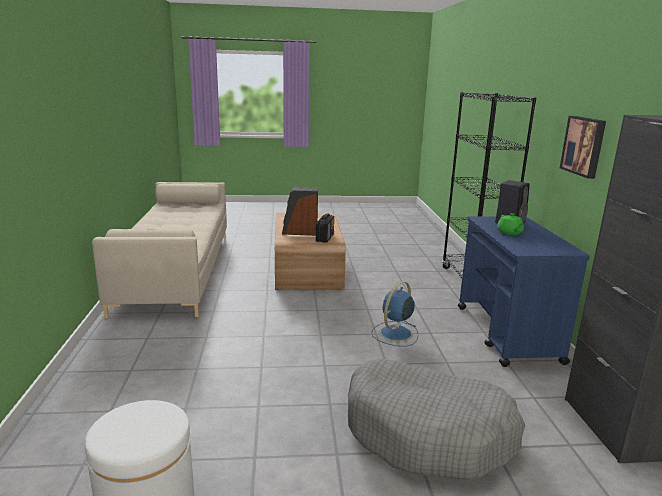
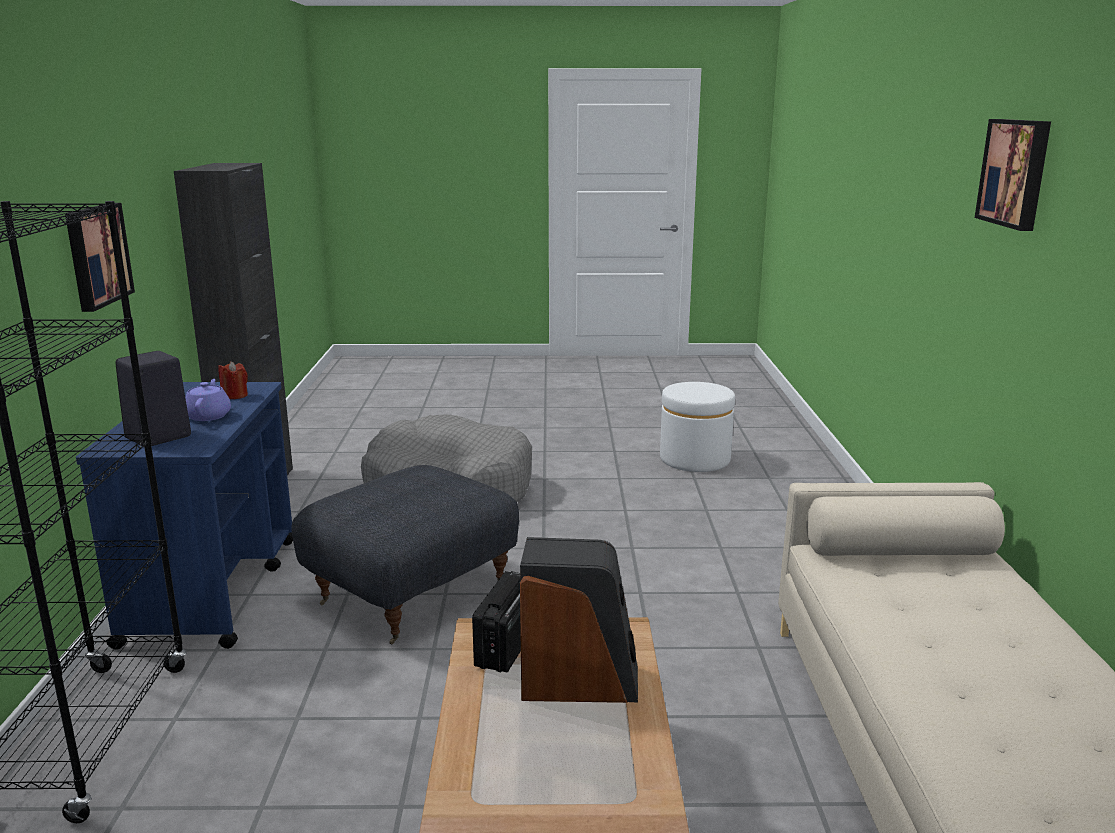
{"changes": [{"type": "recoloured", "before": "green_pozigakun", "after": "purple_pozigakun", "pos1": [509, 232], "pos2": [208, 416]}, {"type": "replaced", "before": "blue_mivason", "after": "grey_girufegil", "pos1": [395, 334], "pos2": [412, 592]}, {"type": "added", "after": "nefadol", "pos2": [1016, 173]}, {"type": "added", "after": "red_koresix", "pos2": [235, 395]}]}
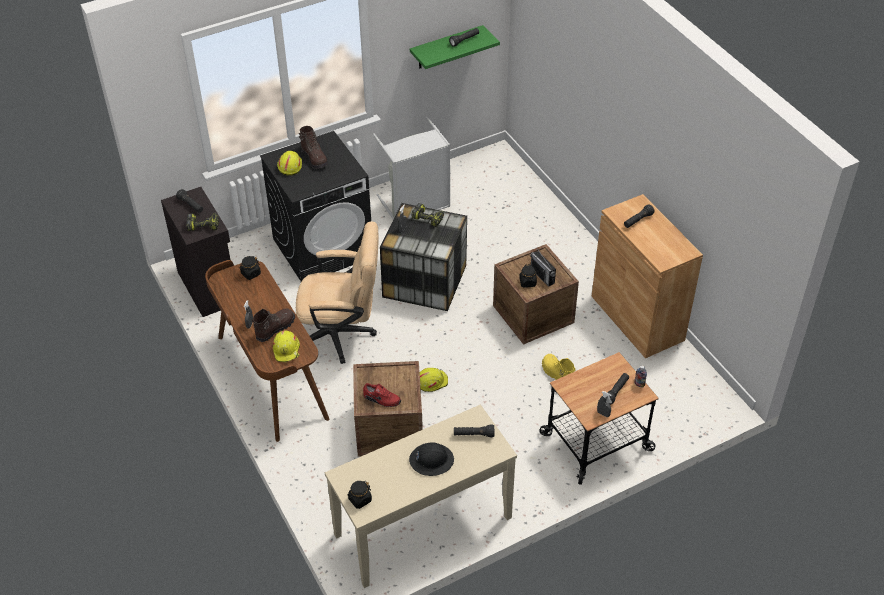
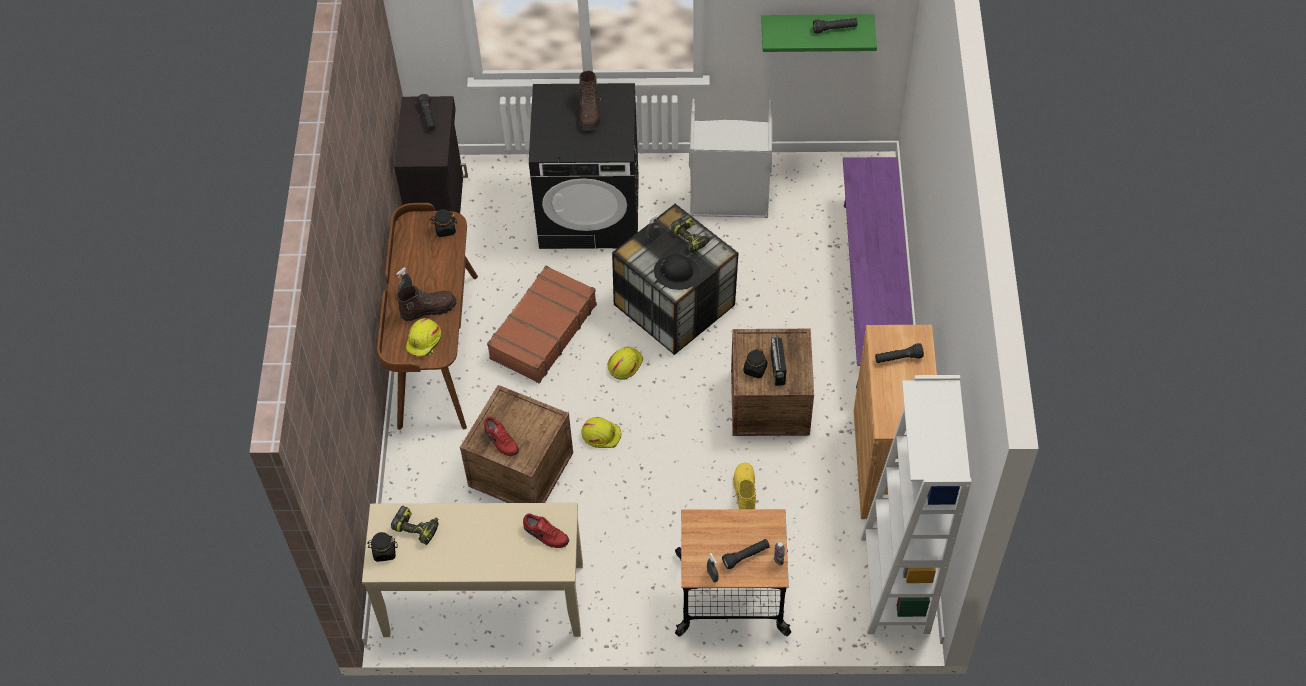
{"changes": [{"type": "moved", "before": "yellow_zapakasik", "pos1": [289, 166], "pos2": [624, 364]}, {"type": "moved", "before": "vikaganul", "pos1": [204, 225], "pos2": [417, 528]}, {"type": "replaced", "before": "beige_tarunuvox", "after": "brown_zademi", "pos1": [342, 334], "pos2": [542, 331]}, {"type": "replaced", "before": "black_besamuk", "after": "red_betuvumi", "pos1": [473, 435], "pos2": [545, 535]}, {"type": "moved", "before": "black_zapakasik", "pos1": [431, 460], "pos2": [676, 273]}, {"type": "added", "after": "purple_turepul", "pos2": [872, 294]}, {"type": "added", "after": "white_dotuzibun", "pos2": [895, 584]}]}
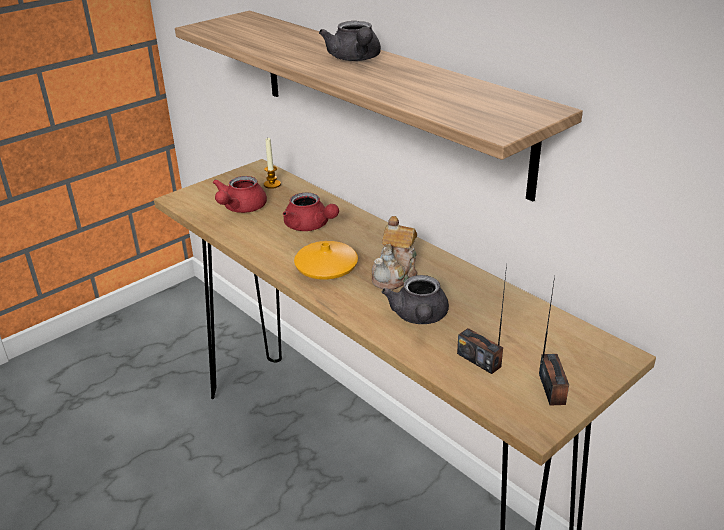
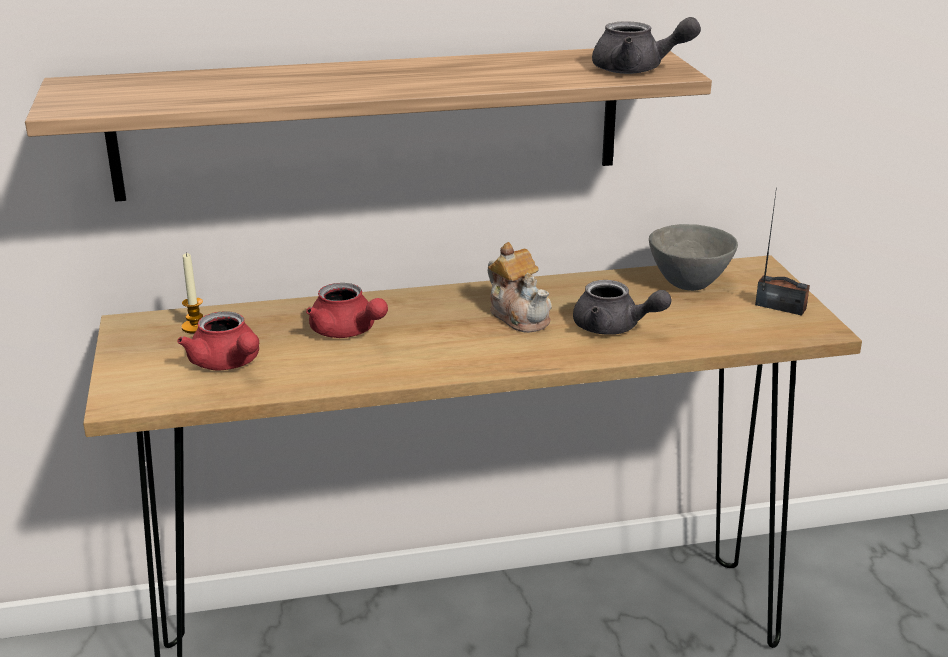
{"changes": [{"type": "moved", "before": "grey_pozigakun", "pos1": [355, 59], "pos2": [637, 70]}, {"type": "turned", "before": "red_pozigakun", "pos1": [310, 226], "pos2": [347, 332], "turn": 60}, {"type": "removed", "before": "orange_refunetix", "pos1": [326, 268]}, {"type": "removed", "before": "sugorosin", "pos1": [479, 360]}, {"type": "added", "after": "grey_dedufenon", "pos2": [688, 285]}]}
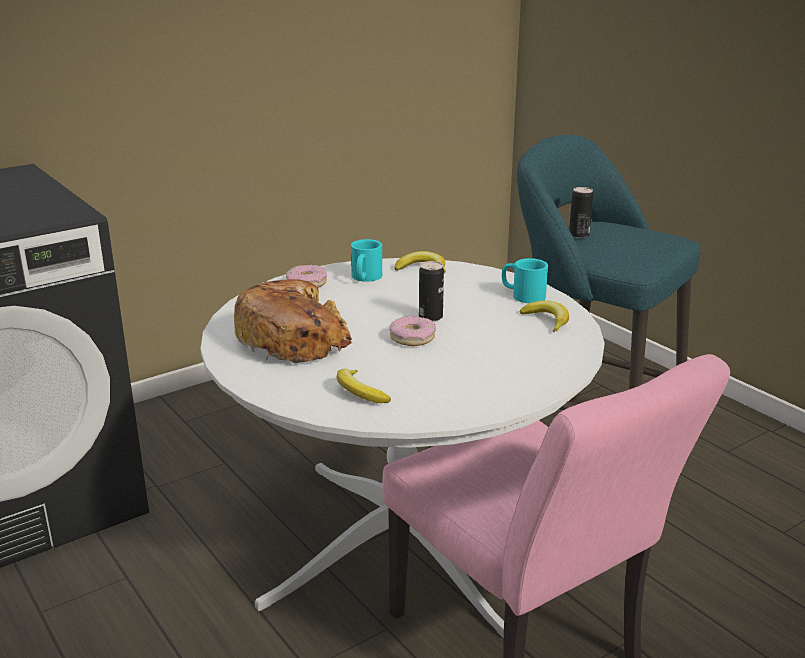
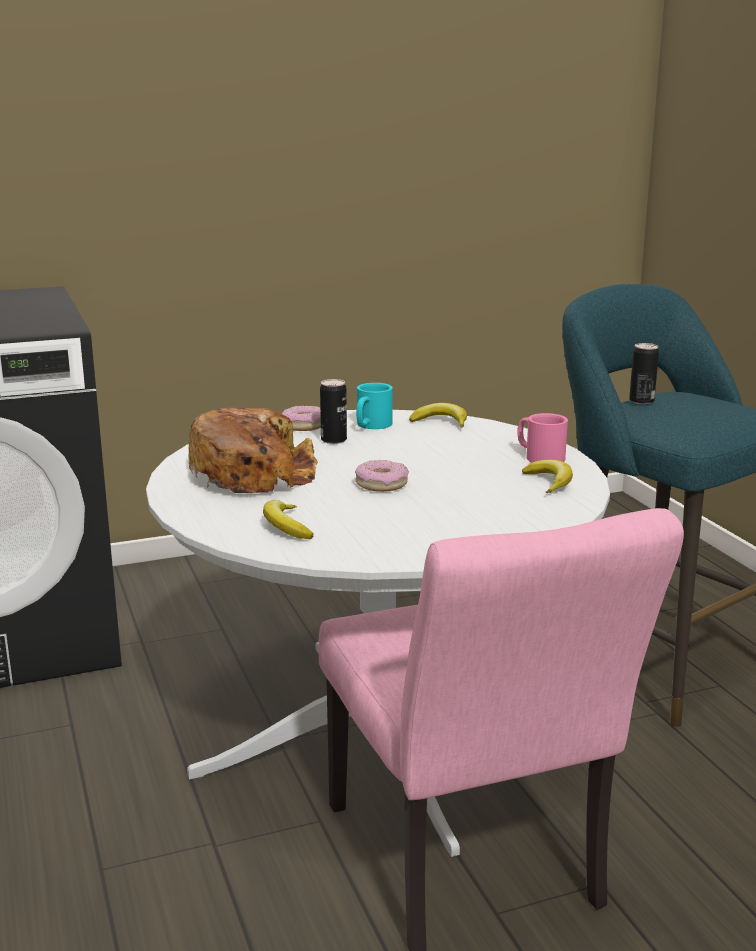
{"changes": [{"type": "recoloured", "before": "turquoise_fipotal", "after": "pink_fipotal", "pos1": [522, 295], "pos2": [538, 456]}, {"type": "moved", "before": "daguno", "pos1": [430, 317], "pos2": [333, 440]}]}
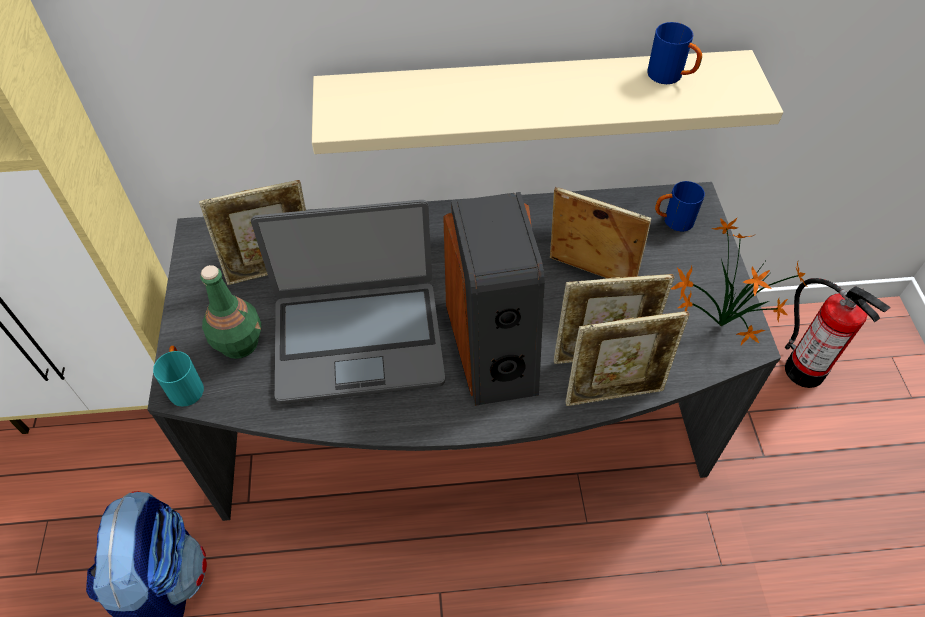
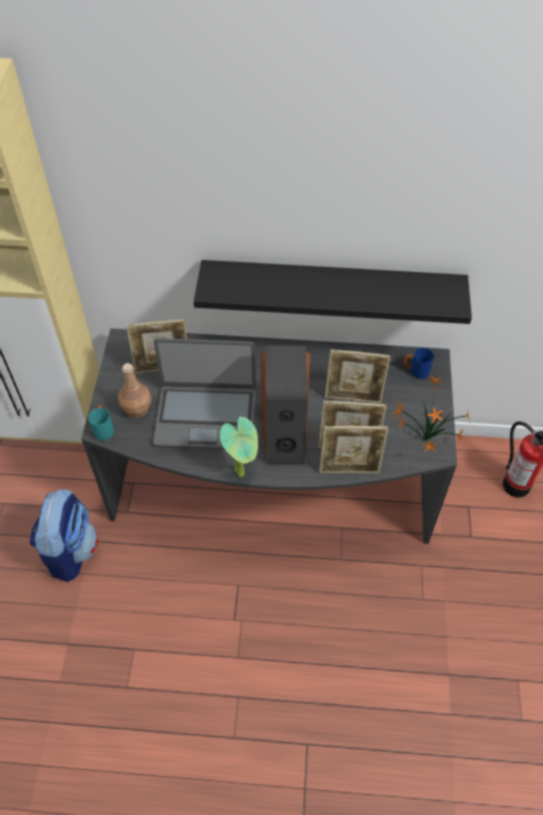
{"changes": [{"type": "removed", "before": "blue_fipotal", "pos1": [670, 77]}, {"type": "recoloured", "before": "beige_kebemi", "after": "black_kebemi", "pos1": [532, 99], "pos2": [331, 286]}, {"type": "turned", "before": "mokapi", "pos1": [589, 274], "pos2": [353, 397], "turn": 150}, {"type": "recoloured", "before": "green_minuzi", "after": "brown_minuzi", "pos1": [239, 342], "pos2": [137, 408]}, {"type": "added", "after": "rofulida", "pos2": [242, 472]}]}
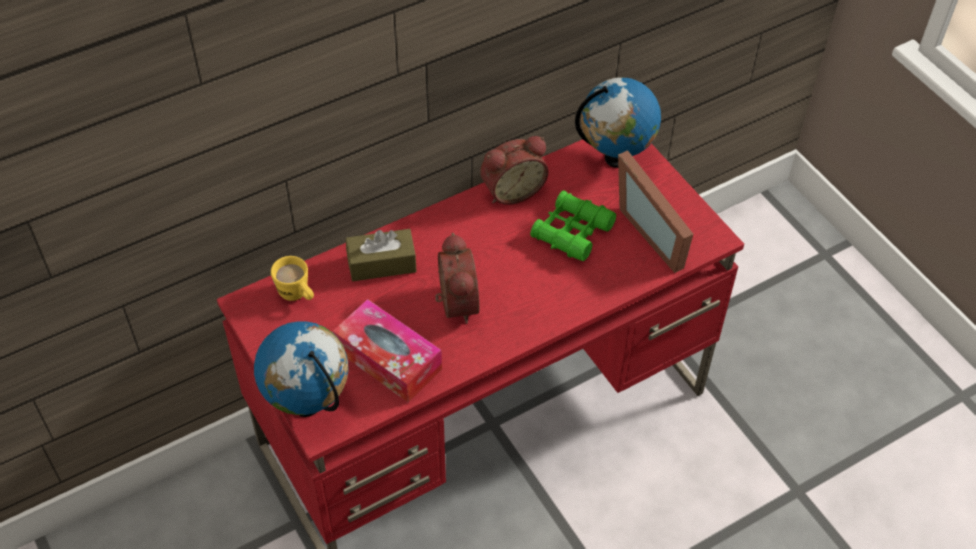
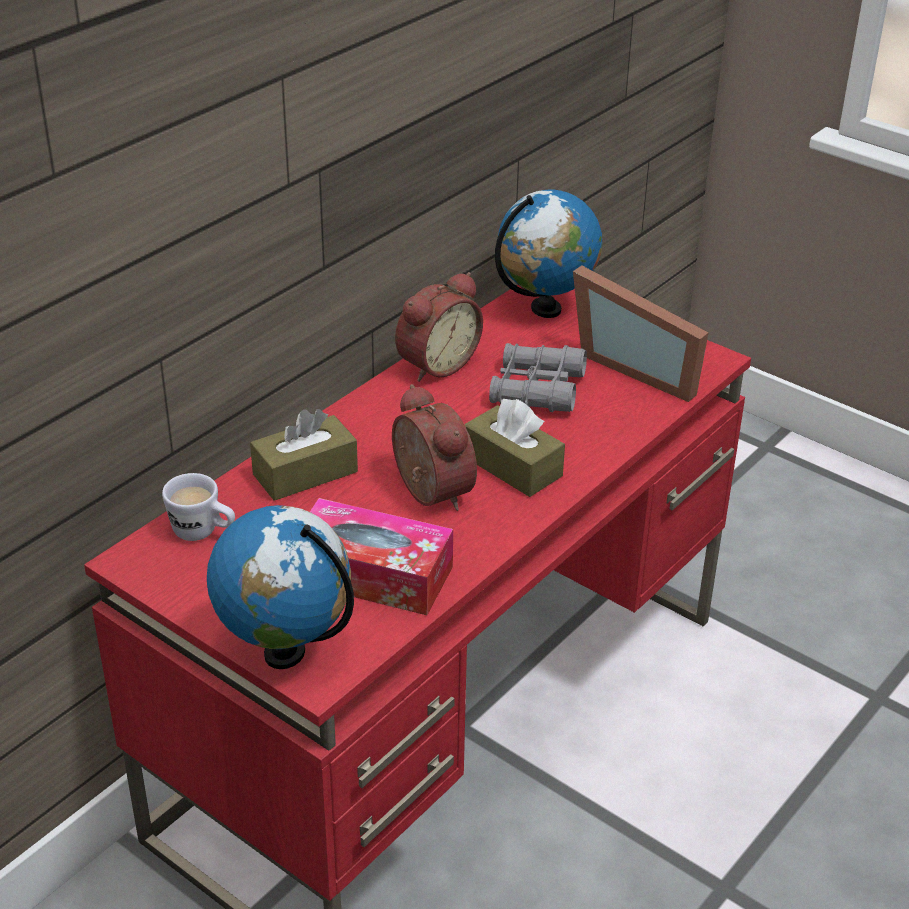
{"changes": [{"type": "recoloured", "before": "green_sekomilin", "after": "grey_sekomilin", "pos1": [572, 232], "pos2": [537, 389]}, {"type": "recoloured", "before": "yellow_fipotal", "after": "white_fipotal", "pos1": [297, 295], "pos2": [203, 533]}, {"type": "added", "after": "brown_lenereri", "pos2": [512, 466]}]}
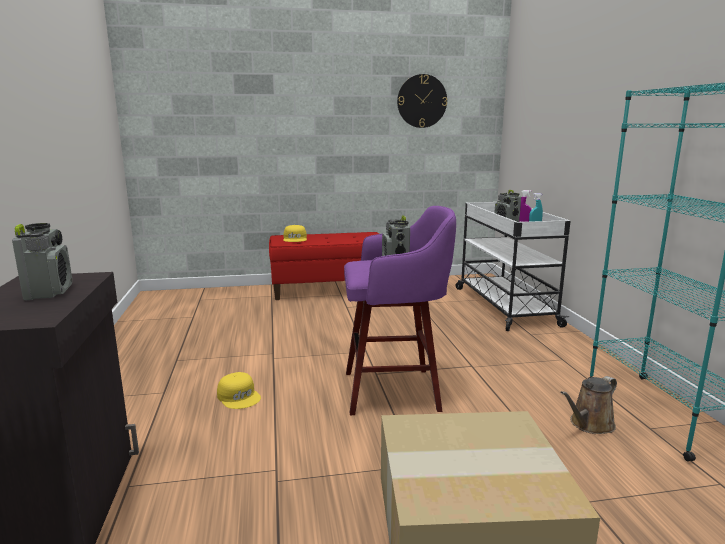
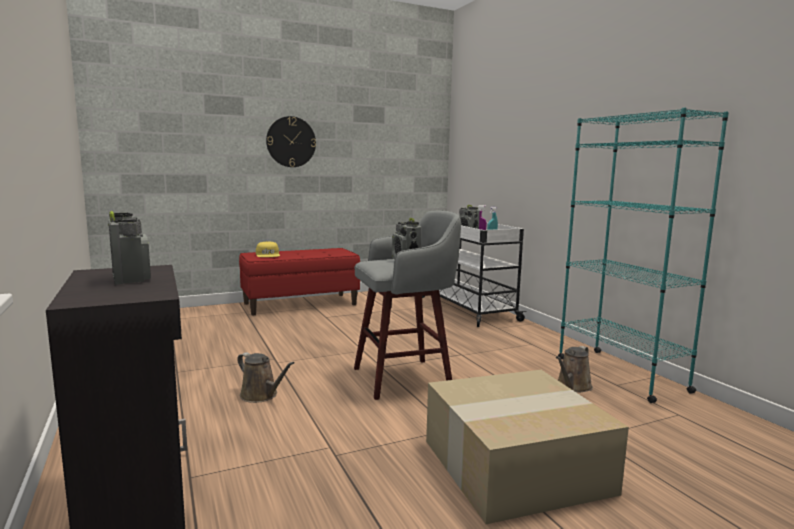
{"changes": [{"type": "moved", "before": "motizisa", "pos1": [422, 101], "pos2": [291, 142]}, {"type": "recoloured", "before": "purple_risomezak", "after": "grey_risomezak", "pos1": [395, 391], "pos2": [405, 378]}, {"type": "replaced", "before": "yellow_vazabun", "after": "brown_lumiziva", "pos1": [239, 396], "pos2": [261, 395]}]}
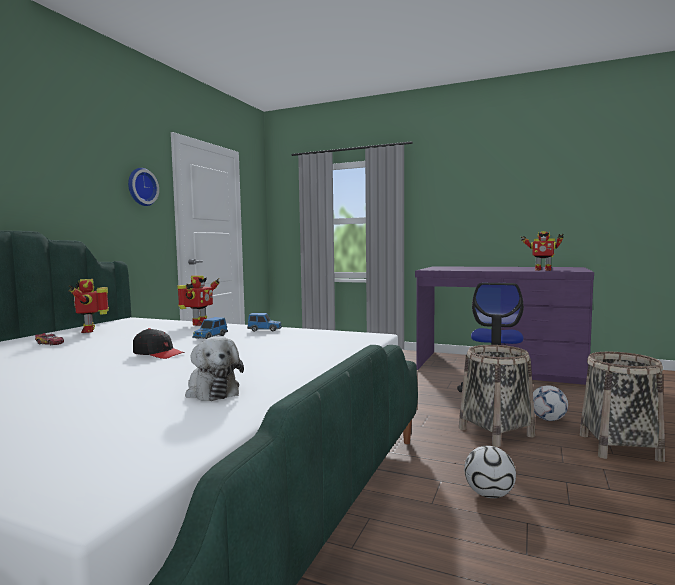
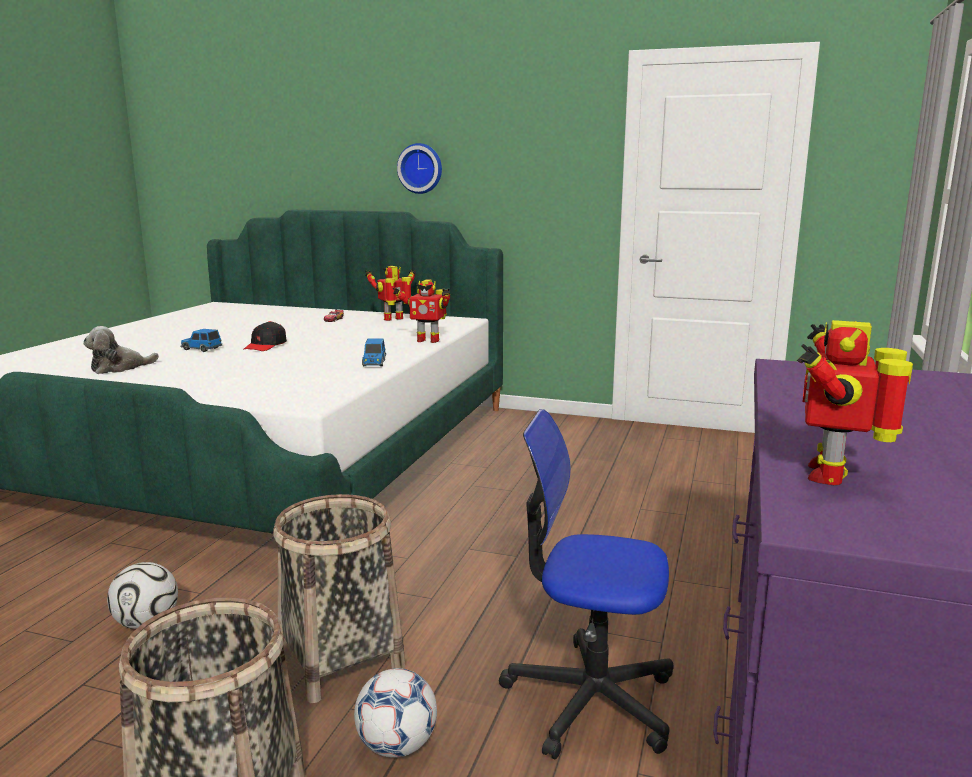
{"changes": [{"type": "moved", "before": "motizisa", "pos1": [141, 187], "pos2": [421, 168]}, {"type": "moved", "before": "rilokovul", "pos1": [210, 337], "pos2": [201, 349]}]}
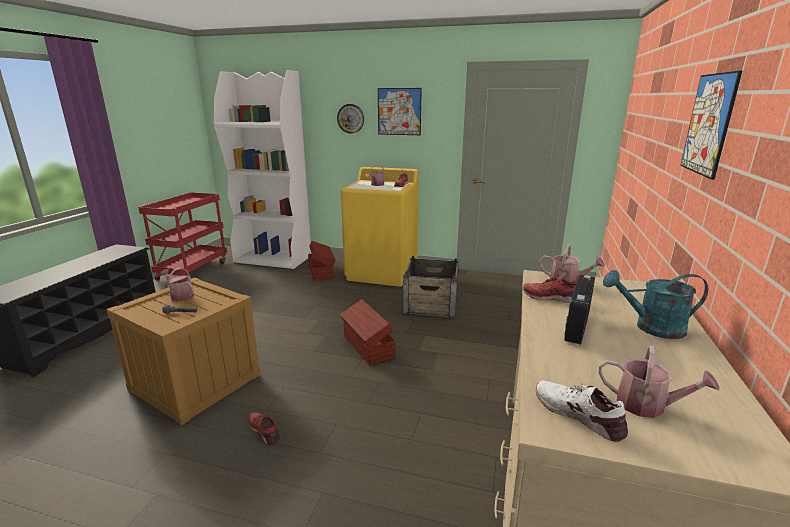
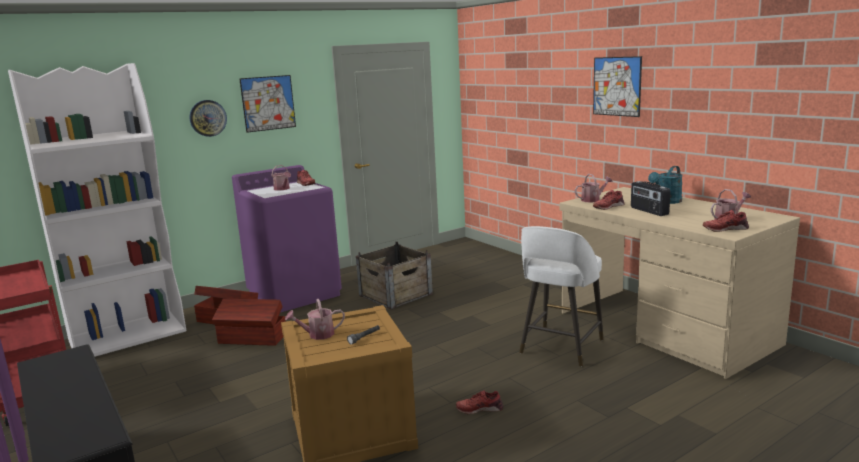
{"changes": [{"type": "recoloured", "before": "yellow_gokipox", "after": "purple_gokipox", "pos1": [382, 272], "pos2": [295, 294]}, {"type": "moved", "before": "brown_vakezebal", "pos1": [368, 347], "pos2": [252, 339]}, {"type": "recoloured", "before": "white_betuvumi", "after": "red_betuvumi", "pos1": [579, 414], "pos2": [725, 229]}, {"type": "added", "after": "white_risomezak", "pos2": [560, 347]}]}
